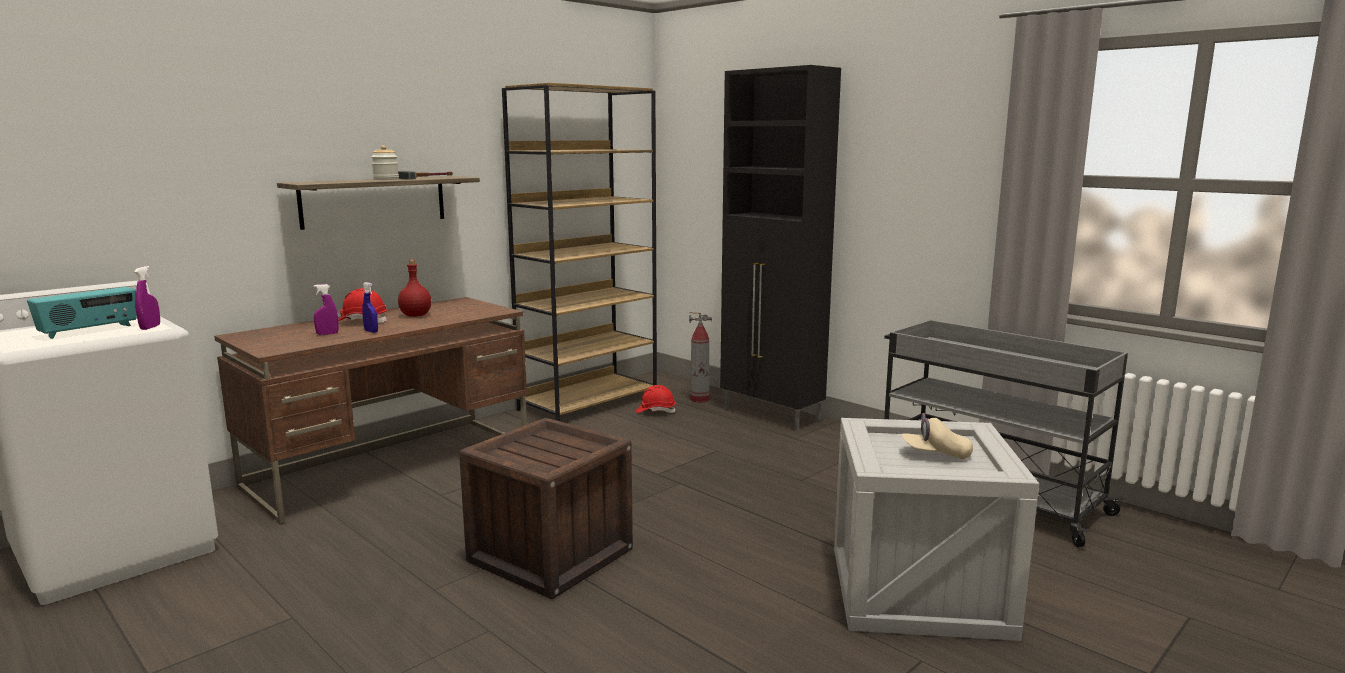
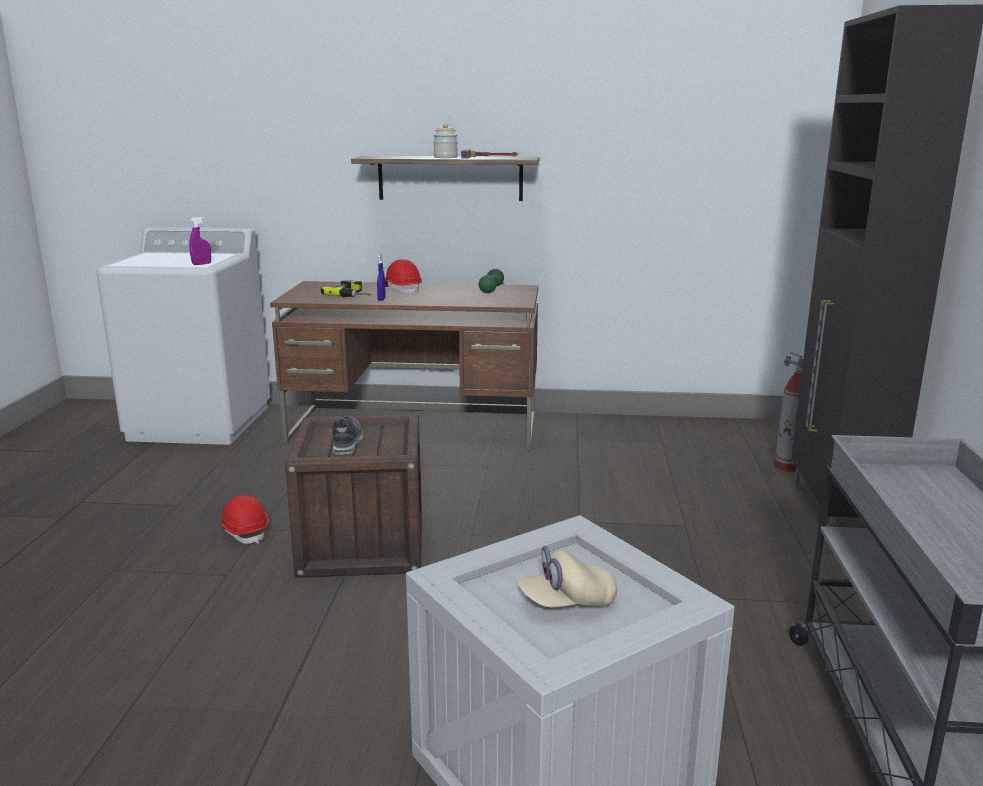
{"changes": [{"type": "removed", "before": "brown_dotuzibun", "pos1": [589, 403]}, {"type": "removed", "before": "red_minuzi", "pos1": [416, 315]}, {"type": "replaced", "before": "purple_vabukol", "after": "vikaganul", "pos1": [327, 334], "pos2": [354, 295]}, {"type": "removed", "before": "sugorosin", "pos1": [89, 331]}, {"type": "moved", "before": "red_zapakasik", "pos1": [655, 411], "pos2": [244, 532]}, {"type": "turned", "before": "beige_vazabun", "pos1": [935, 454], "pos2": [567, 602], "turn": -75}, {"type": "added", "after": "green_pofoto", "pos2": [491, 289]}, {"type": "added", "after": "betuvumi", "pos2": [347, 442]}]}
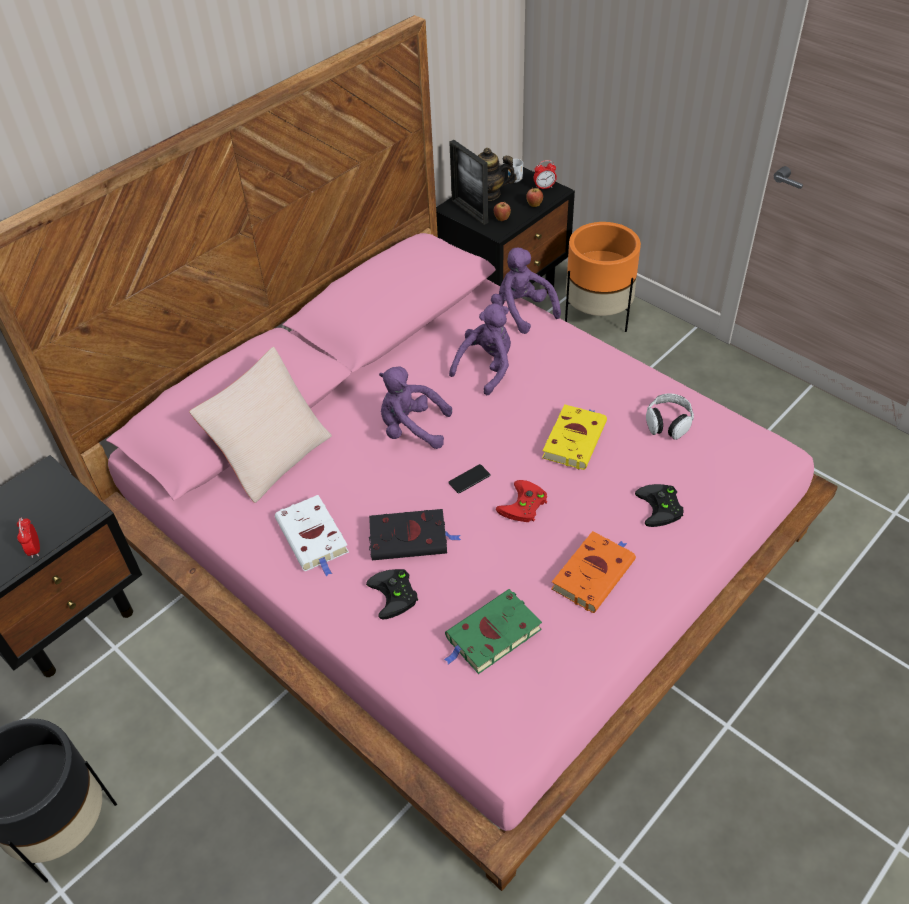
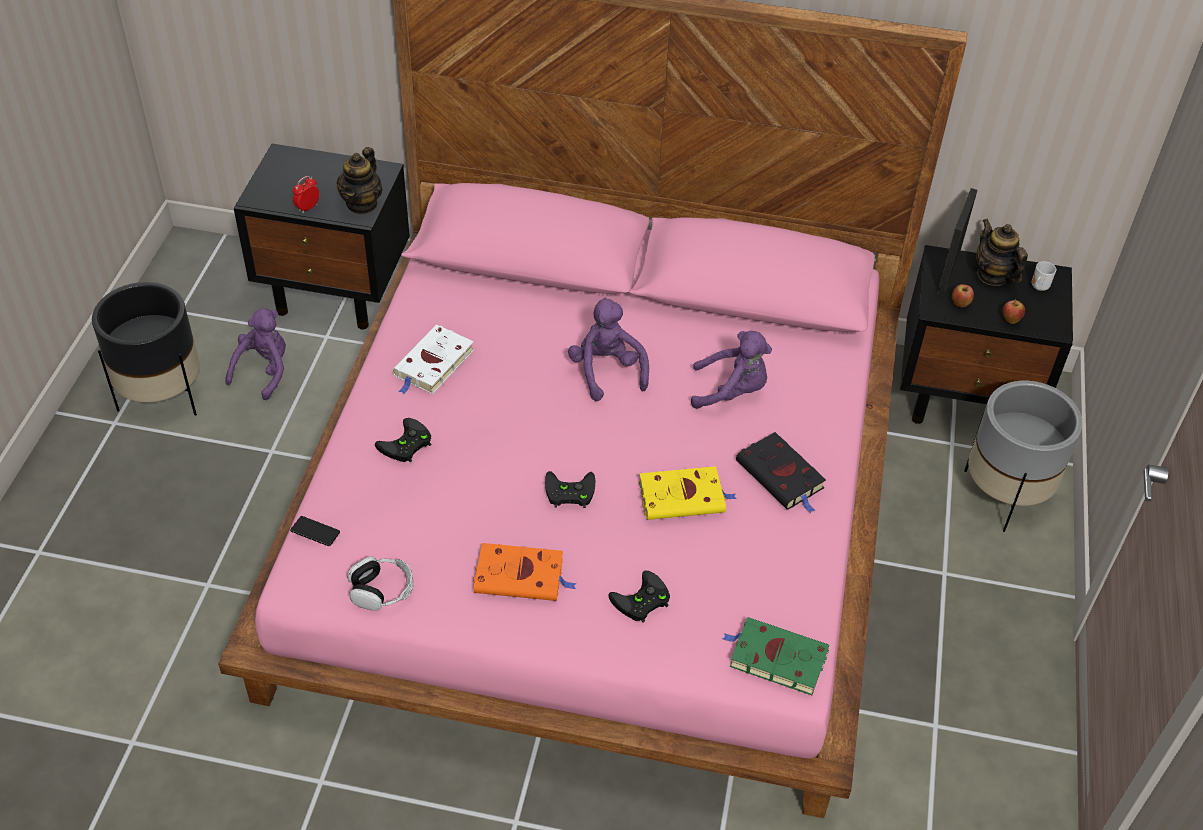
{"changes": [{"type": "removed", "before": "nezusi", "pos1": [544, 187]}, {"type": "recoloured", "before": "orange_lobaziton", "after": "grey_lobaziton", "pos1": [597, 317], "pos2": [1004, 495]}, {"type": "moved", "before": "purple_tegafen", "pos1": [522, 311], "pos2": [264, 371]}, {"type": "removed", "before": "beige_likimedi", "pos1": [272, 454]}, {"type": "moved", "before": "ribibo", "pos1": [668, 423], "pos2": [381, 590]}, {"type": "moved", "before": "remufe", "pos1": [469, 479], "pos2": [315, 531]}, {"type": "recoloured", "before": "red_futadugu", "after": "black_futadugu", "pos1": [523, 506], "pos2": [568, 492]}, {"type": "moved", "before": "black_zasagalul", "pos1": [411, 538], "pos2": [782, 476]}, {"type": "moved", "before": "green_zasagalul", "pos1": [491, 635], "pos2": [775, 658]}, {"type": "added", "after": "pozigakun", "pos2": [362, 204]}]}
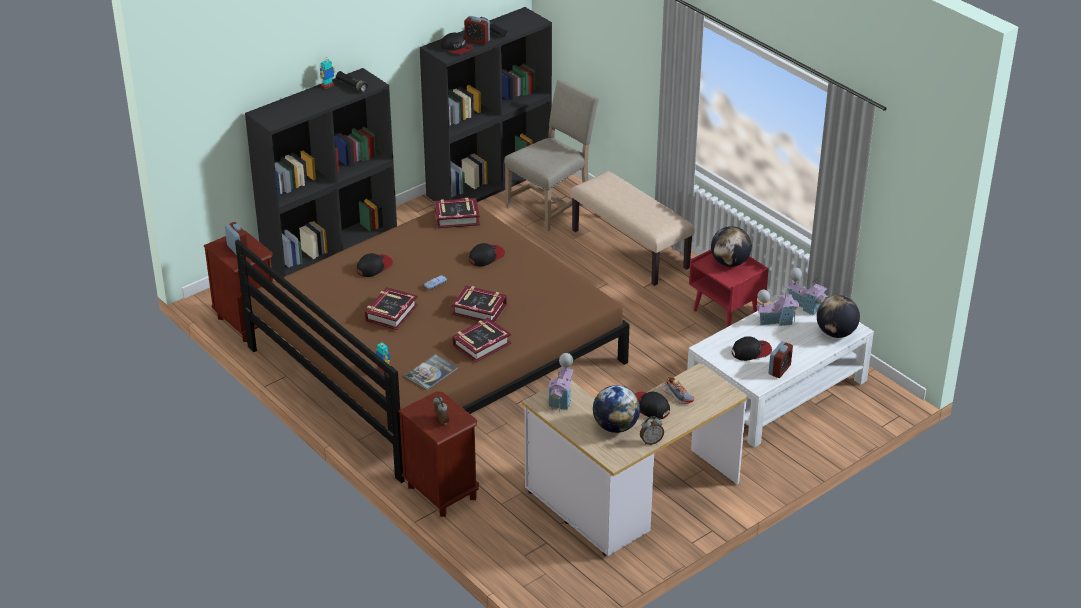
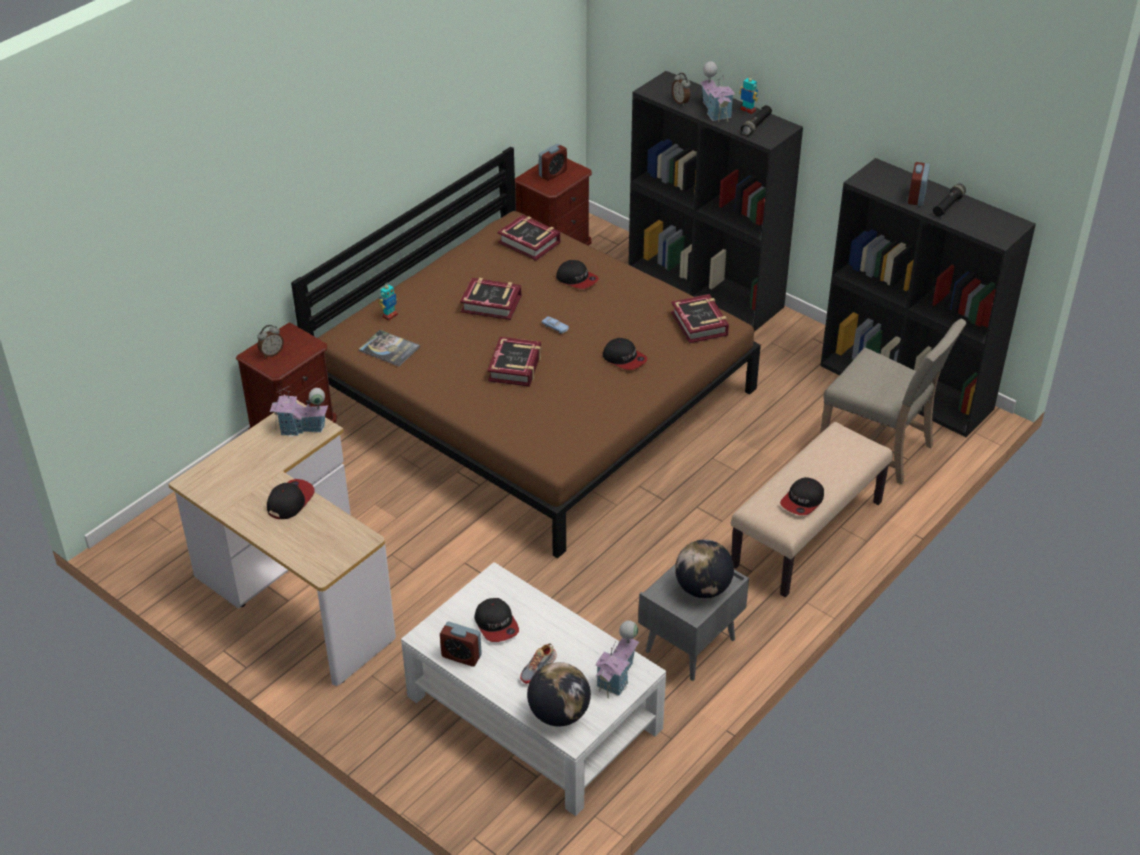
{"changes": [{"type": "moved", "before": "vazabun", "pos1": [457, 48], "pos2": [802, 501]}, {"type": "recoloured", "before": "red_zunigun", "after": "grey_zunigun", "pos1": [726, 314], "pos2": [690, 646]}, {"type": "moved", "before": "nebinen", "pos1": [776, 320], "pos2": [715, 111]}, {"type": "moved", "before": "zasagalul", "pos1": [481, 344], "pos2": [529, 242]}, {"type": "moved", "before": "betuvumi", "pos1": [677, 395], "pos2": [538, 668]}, {"type": "removed", "before": "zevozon", "pos1": [615, 427]}, {"type": "moved", "before": "nezusi", "pos1": [651, 441], "pos2": [681, 102]}]}
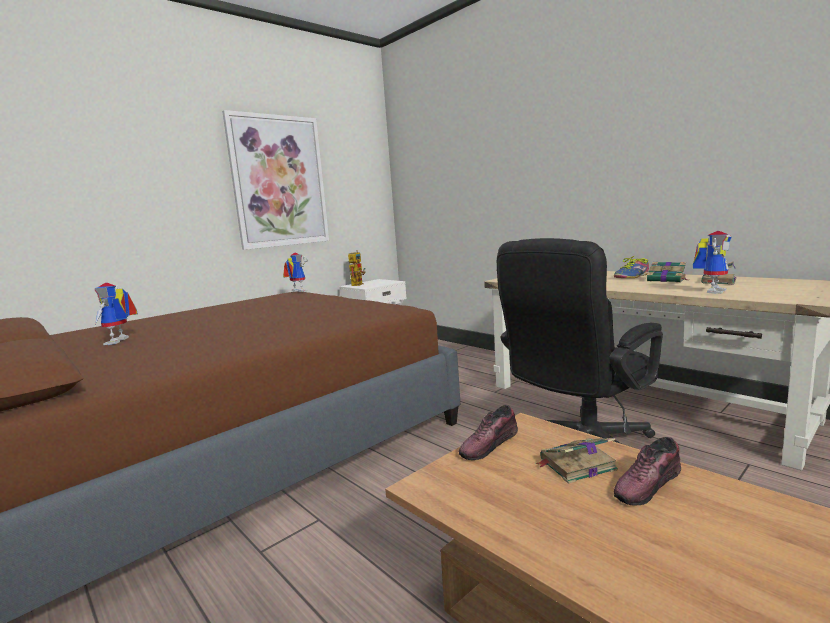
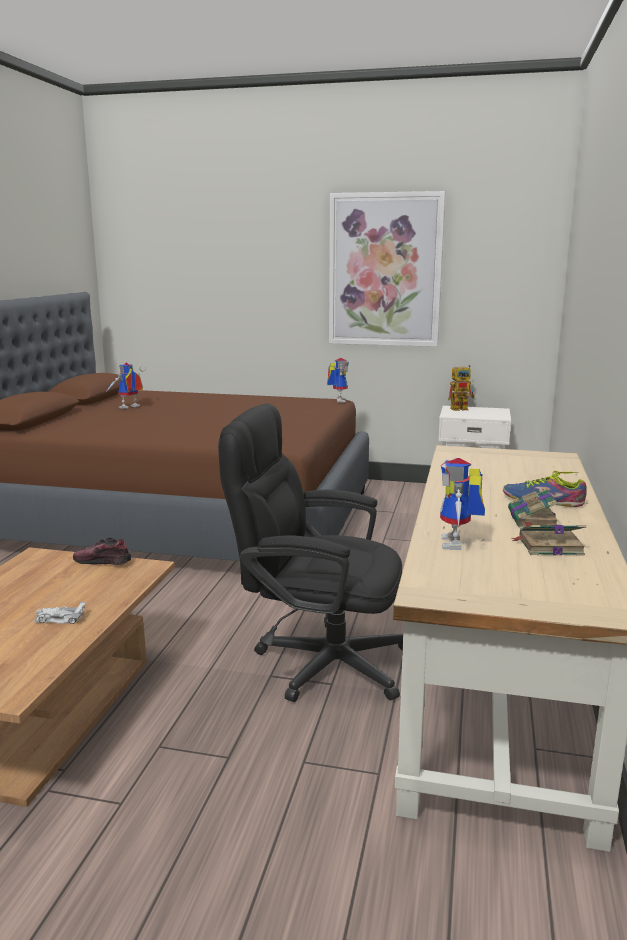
{"changes": [{"type": "turned", "before": "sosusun", "pos1": [711, 291], "pos2": [458, 544], "turn": 90}, {"type": "replaced", "before": "betuvumi", "after": "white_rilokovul", "pos1": [648, 486], "pos2": [60, 619]}, {"type": "removed", "before": "zasagalul", "pos1": [576, 465]}]}
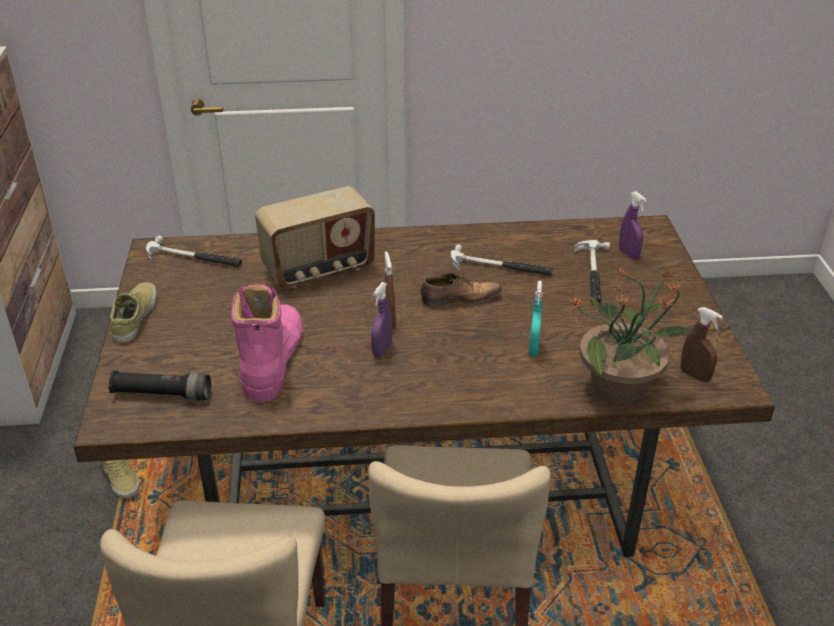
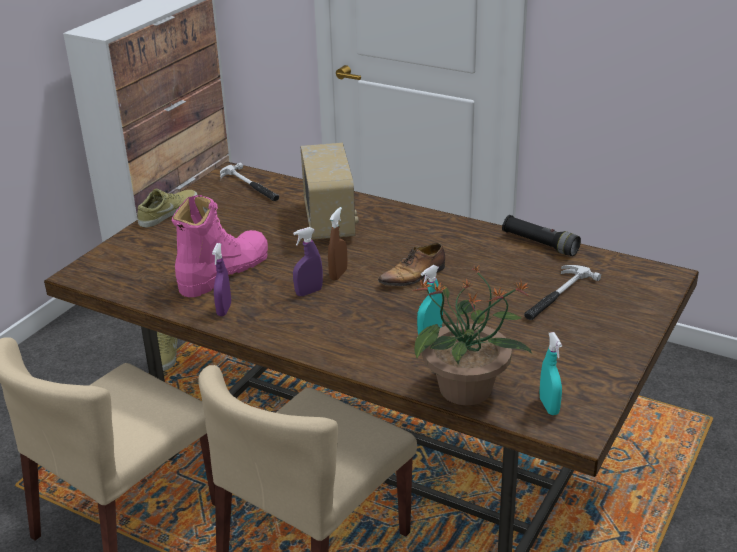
{"changes": [{"type": "turned", "before": "sugorosin", "pos1": [319, 270], "pos2": [330, 221], "turn": -105}, {"type": "moved", "before": "purple_vabukol", "pos1": [628, 254], "pos2": [224, 310]}, {"type": "removed", "before": "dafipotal", "pos1": [500, 267]}, {"type": "turned", "before": "betuvumi", "pos1": [459, 298], "pos2": [414, 276], "turn": 120}, {"type": "recoloured", "before": "brown_vabukol", "after": "turquoise_vabukol", "pos1": [694, 375], "pos2": [549, 406]}, {"type": "moved", "before": "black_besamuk", "pos1": [162, 394], "pos2": [540, 244]}]}
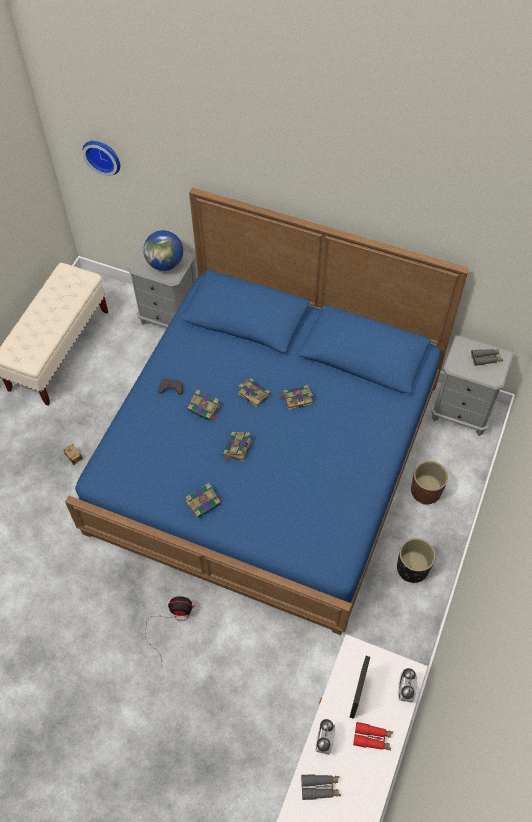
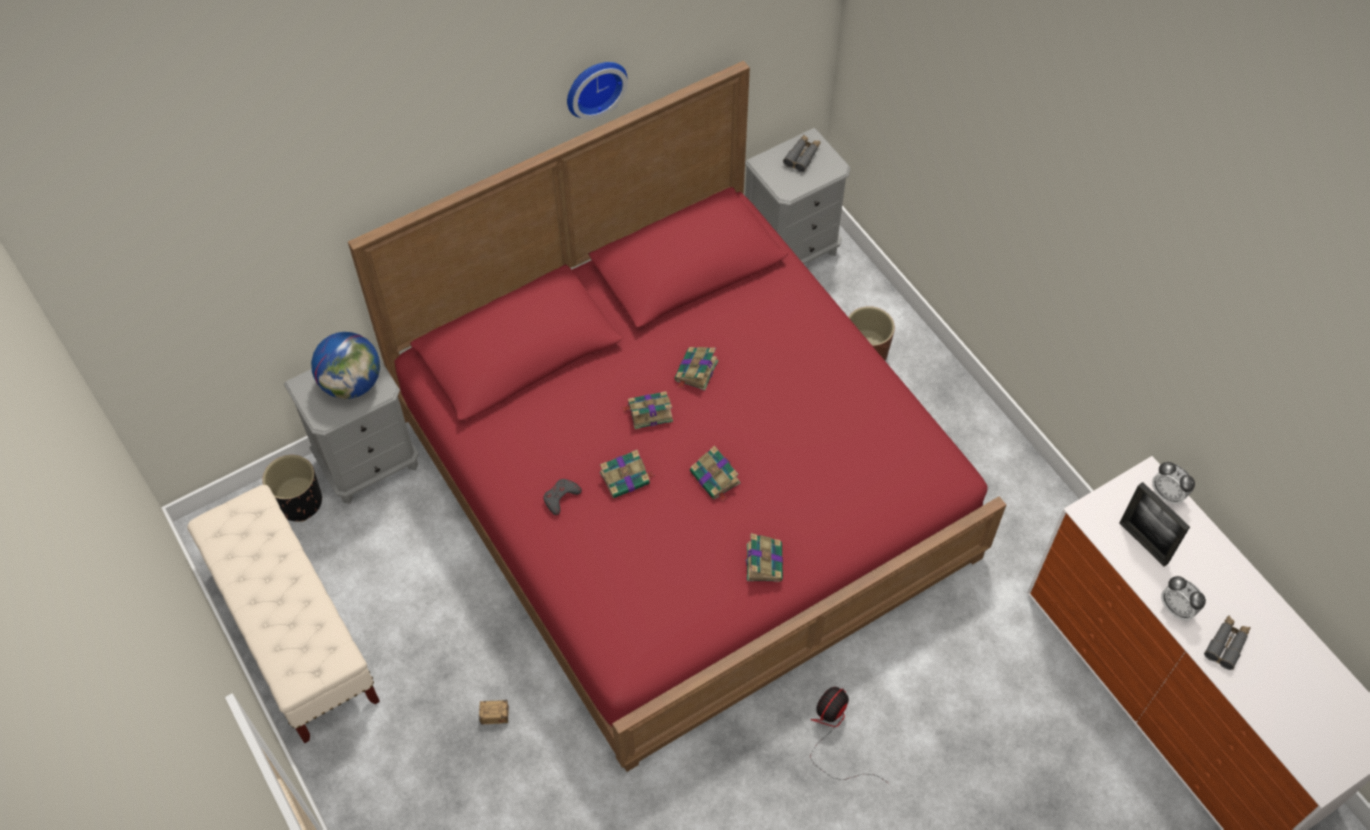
{"changes": [{"type": "moved", "before": "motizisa", "pos1": [103, 155], "pos2": [594, 86]}, {"type": "recoloured", "before": "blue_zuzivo", "after": "red_zuzivo", "pos1": [266, 455], "pos2": [683, 483]}, {"type": "moved", "before": "black_lobaziton", "pos1": [412, 568], "pos2": [299, 502]}, {"type": "removed", "before": "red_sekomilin", "pos1": [372, 738]}]}
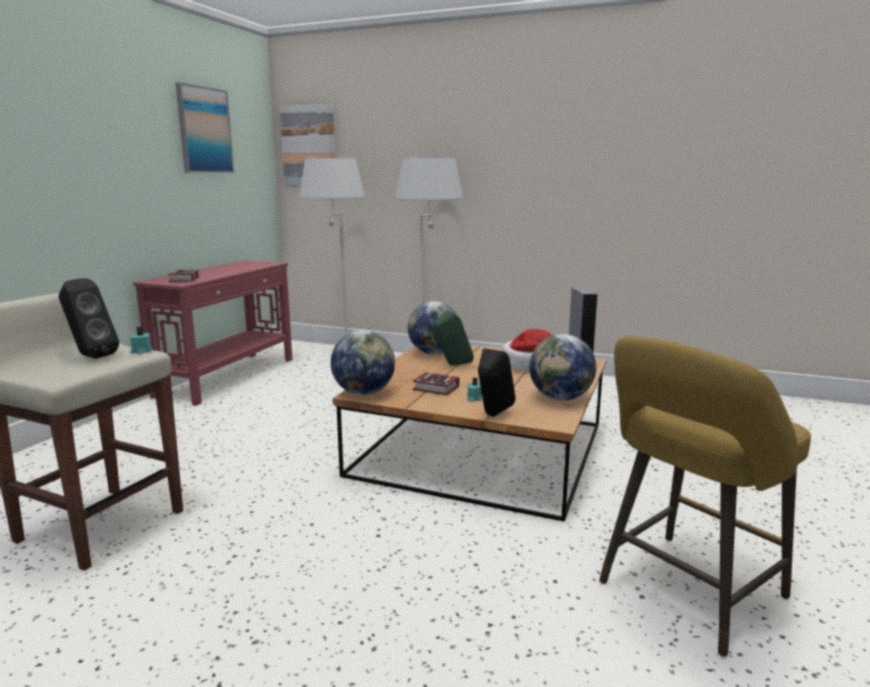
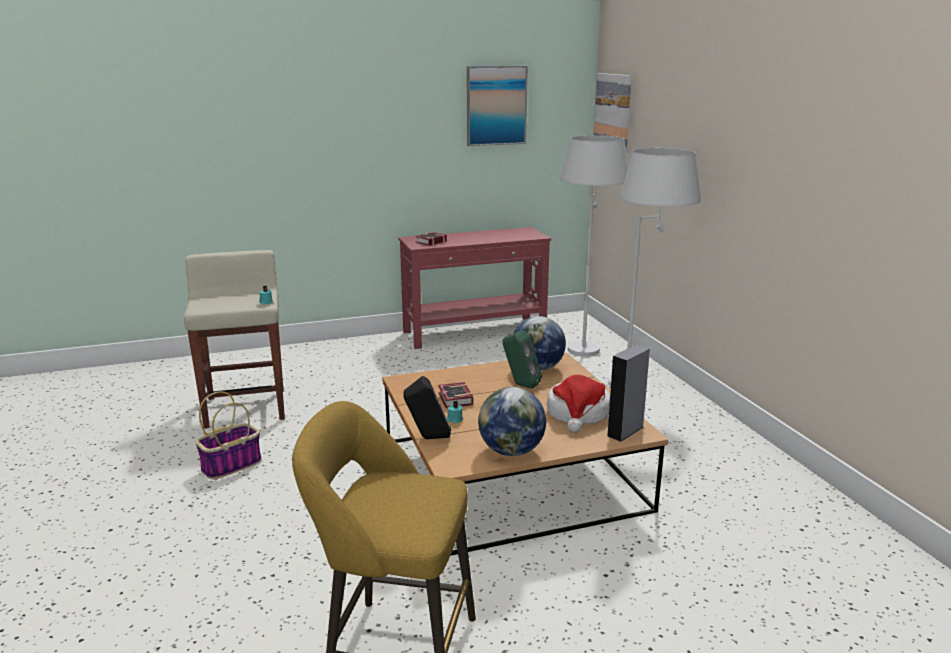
{"changes": [{"type": "removed", "before": "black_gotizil", "pos1": [90, 356]}, {"type": "removed", "before": "zevozon", "pos1": [364, 393]}, {"type": "added", "after": "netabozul", "pos2": [232, 465]}]}
